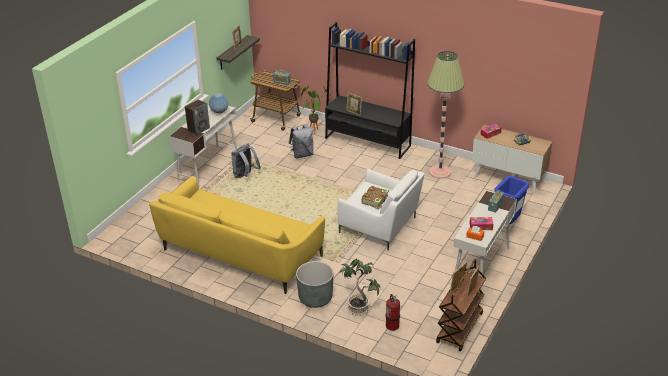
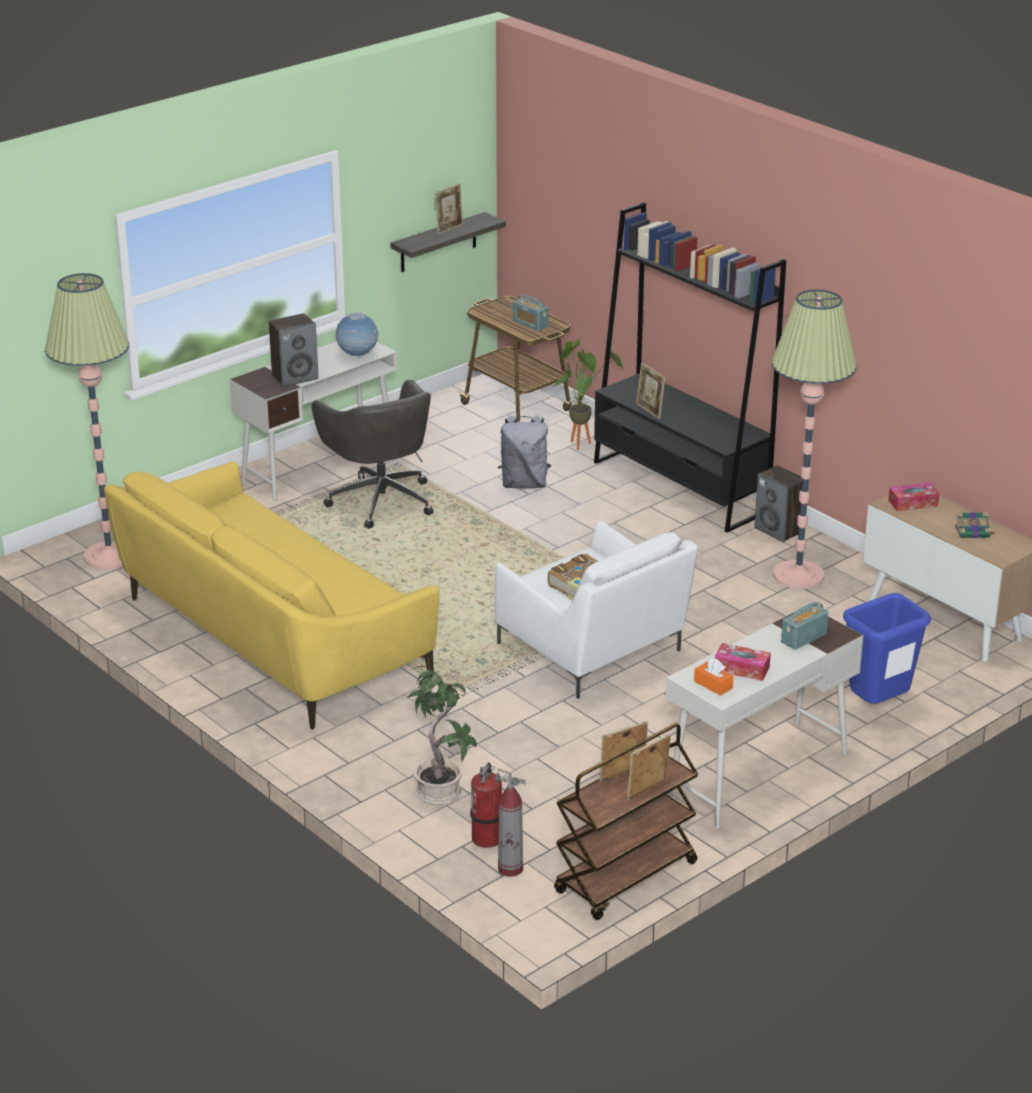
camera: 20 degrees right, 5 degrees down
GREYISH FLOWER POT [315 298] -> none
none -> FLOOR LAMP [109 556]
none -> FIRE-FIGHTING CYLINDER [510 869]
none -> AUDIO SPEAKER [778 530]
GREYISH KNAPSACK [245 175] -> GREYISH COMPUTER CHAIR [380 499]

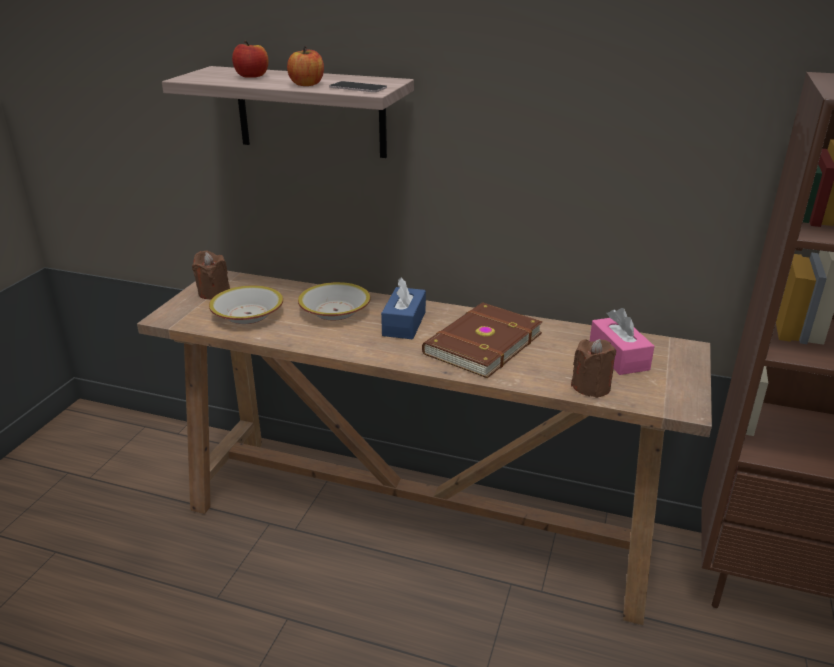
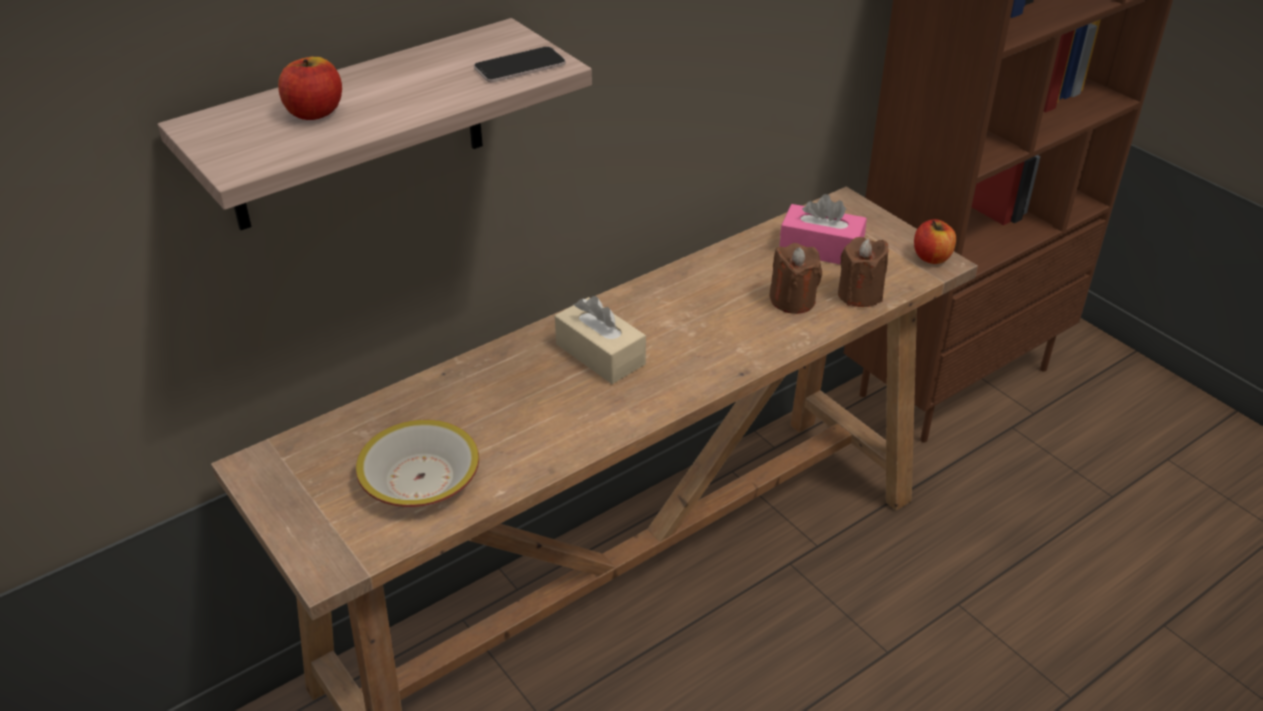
camera: 55 degrees left, 10 degrees up
BOWL [335 311] -> none
BROWN BOUND BOOK [481 343] -> none
BROWN WAX CANDLE [213 292] -> BROWN WAX CANDLE [792 300], relocated
APPLE FRUIT [307 84] -> APPLE FRUIT [932 257], relocated
BLUISH BOX OF TISSUES [404 323] -> BEIGE BOX OF TISSUES [600 354]

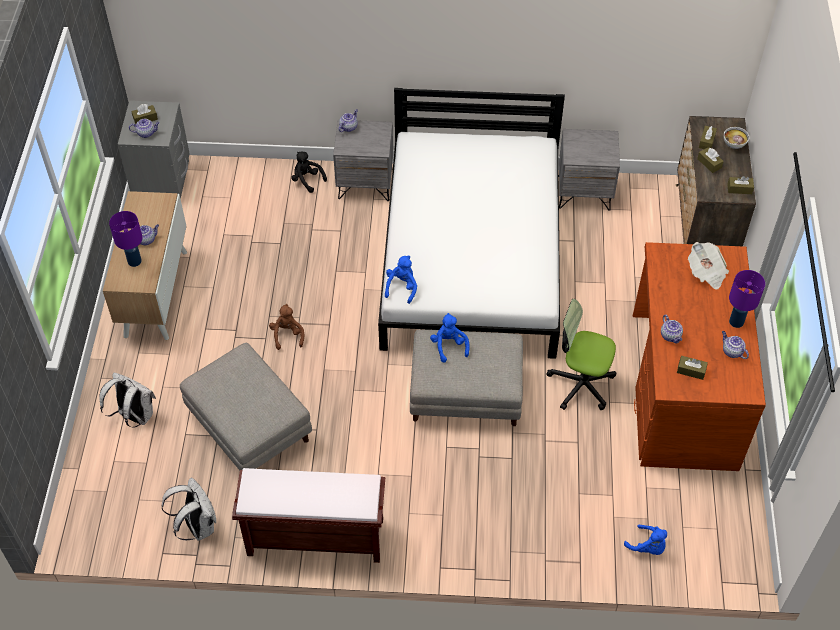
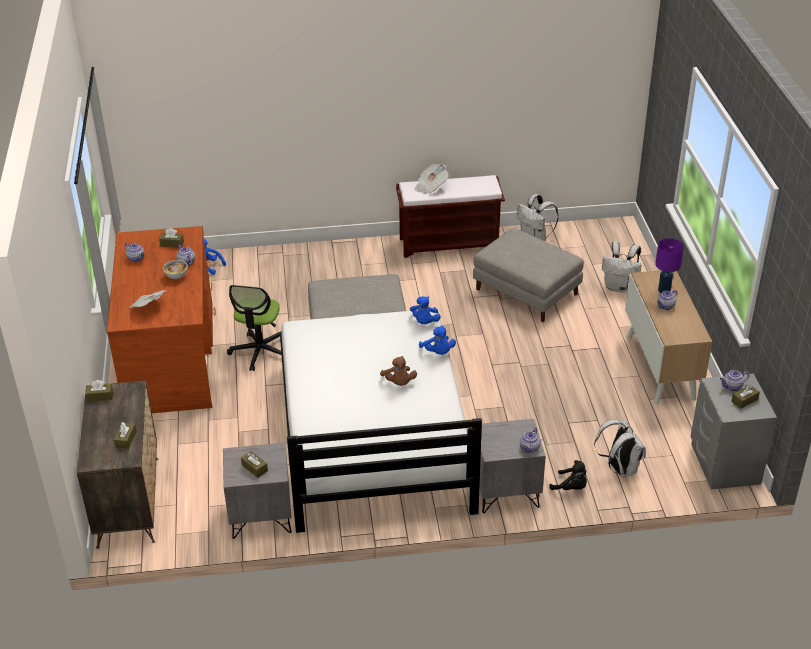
camera: 170 degrees right, 15 degrees down
PURPLE-COLOURED LAMP FOR A TABLE [736 322] -> none
none -> PRINTED PAPER [430 187]
none -> WHITISH KNAPSACK [619 468]
BROWN CUDDLY TOY [287 335] -> BROWN CUDDLY TOY [399 383], relocated
BLUISH CUDDLY TOY [449 346] -> BLUISH CUDDLY TOY [438 352], relocated
BROWN BOX OF TISSUES [709 163] -> BROWN BOX OF TISSUES [254 468], relocated
BOWL [733 144] -> BOWL [177 276], relocated
COMPUTER CHAIR [581 384] -> COMPUTER CHAIR [260 351], 90 degrees clockwise

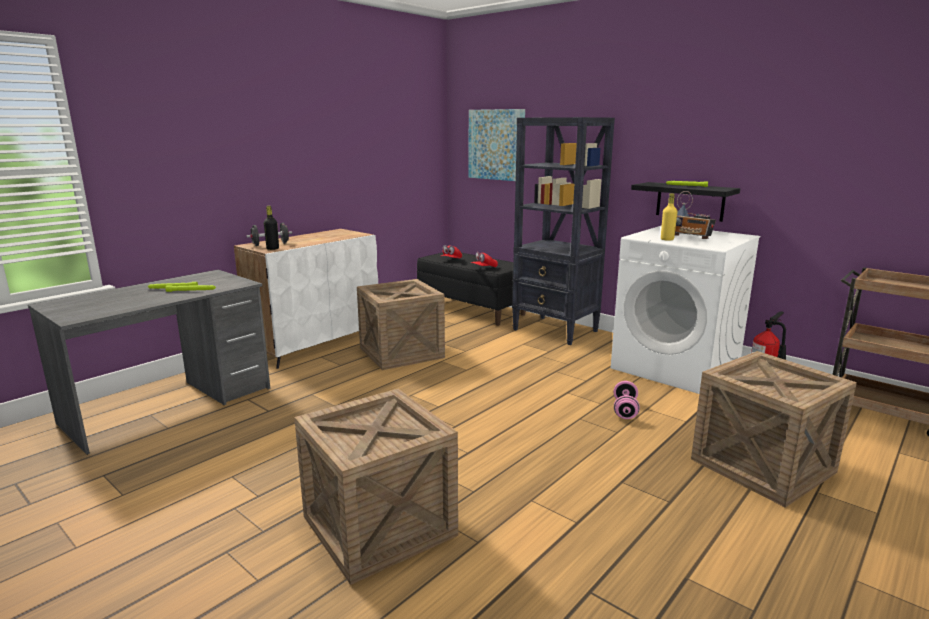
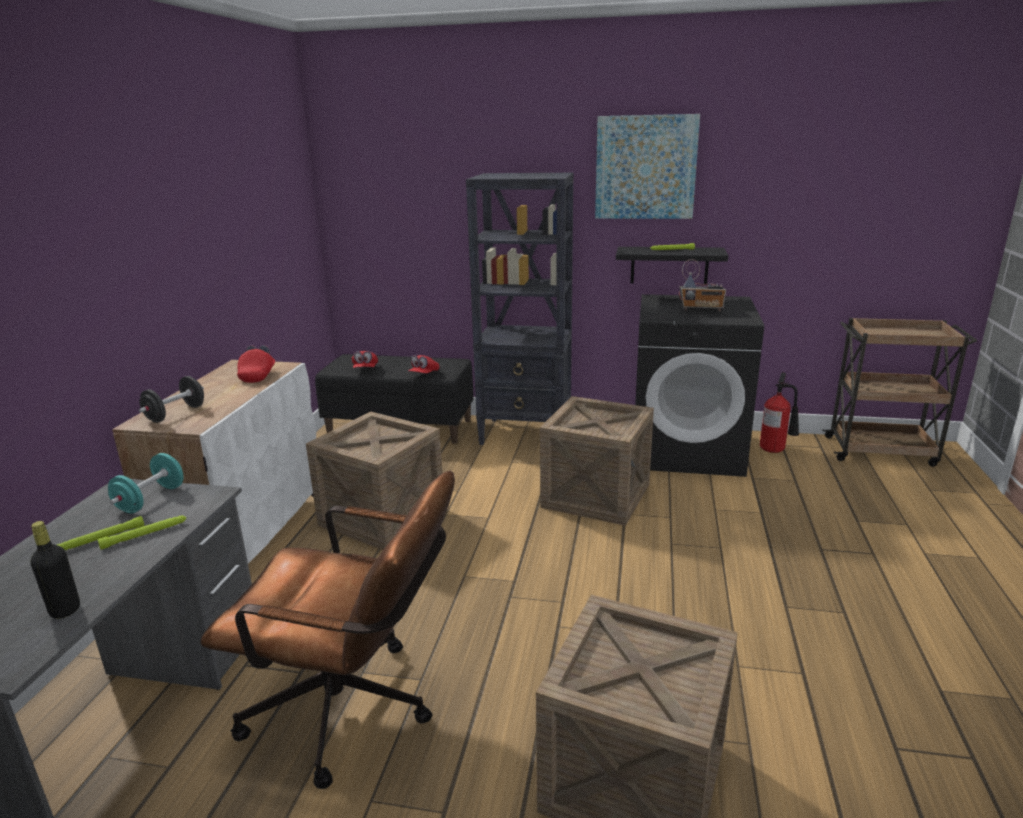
camera: 30 degrees left, 5 degrees up
PINKISH DUMBBELL [625 410] -> none
YELLOW BEVERAGE BOTTLE [667 239] -> none
none -> BLUE-GREEN DUMBBELL [150 499]
none -> BROWN COMPUTER CHAIR [354 711]
none -> RED-COLOURED PEAKED CAP [258 375]
BLACK-COLOURED BEVERAGE BOTTLE [272 248] -> BLACK-COLOURED BEVERAGE BOTTLE [65 610], relocated
WALL ART [496 144] -> WALL ART [645 167], relocated
CRATE [762 465] -> CRATE [596 495], relocated
WHITISH LAUNDRY APPLIANCE [676 368] -> BLACK-COLOURED LAUNDRY APPLIANCE [687 450]

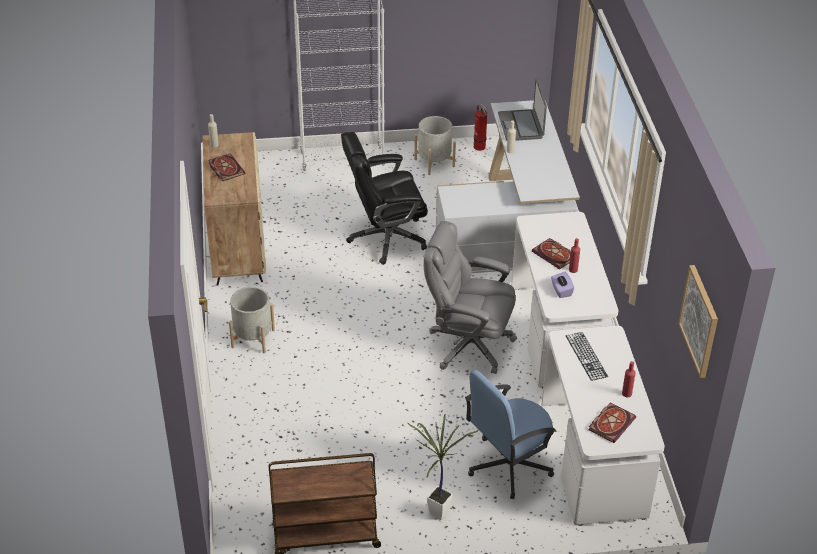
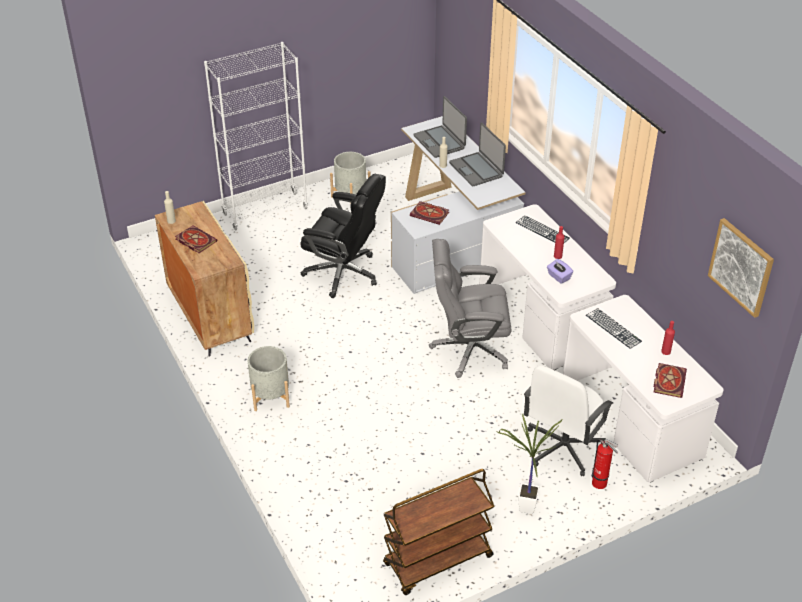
camera: 20 degrees left, 0 degrees up
none -> LAPTOP [476 170]
none -> COMPUTER KEYBOARD [542 230]
FIRE-FIGHTING CYLINDER [480 148] -> FIRE-FIGHTING CYLINDER [601 484], relocated
BOUND BOOK [555 255] -> BOUND BOOK [430 214], relocated
BLUISH COMPUTER CHAIR [508 466] -> WHITISH COMPUTER CHAIR [562 447]
BLACK-COLOURED COMPUTER CHAIR [385 238] -> BLACK-COLOURED COMPUTER CHAIR [344 273], 120 degrees counterclockwise

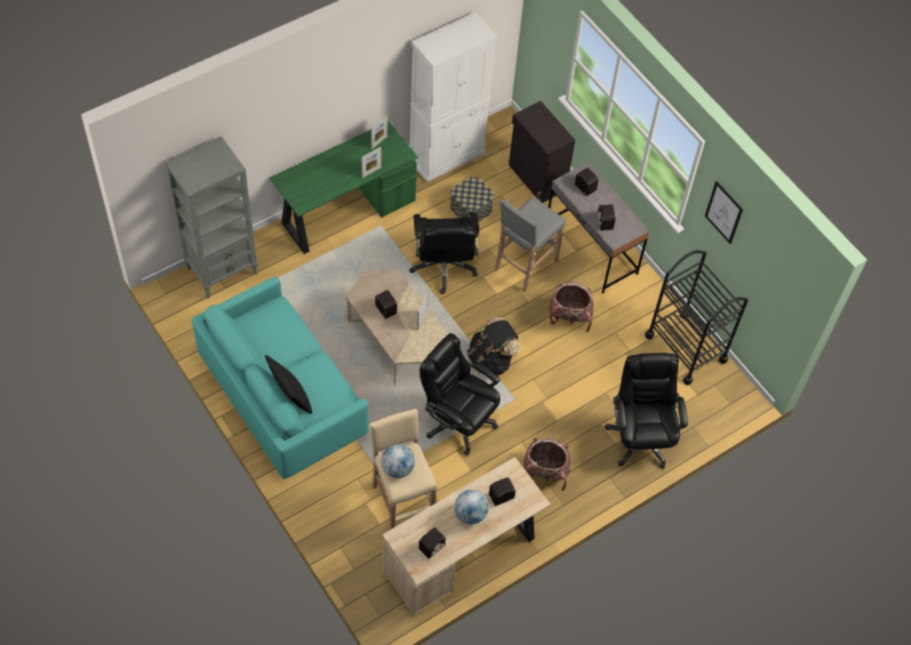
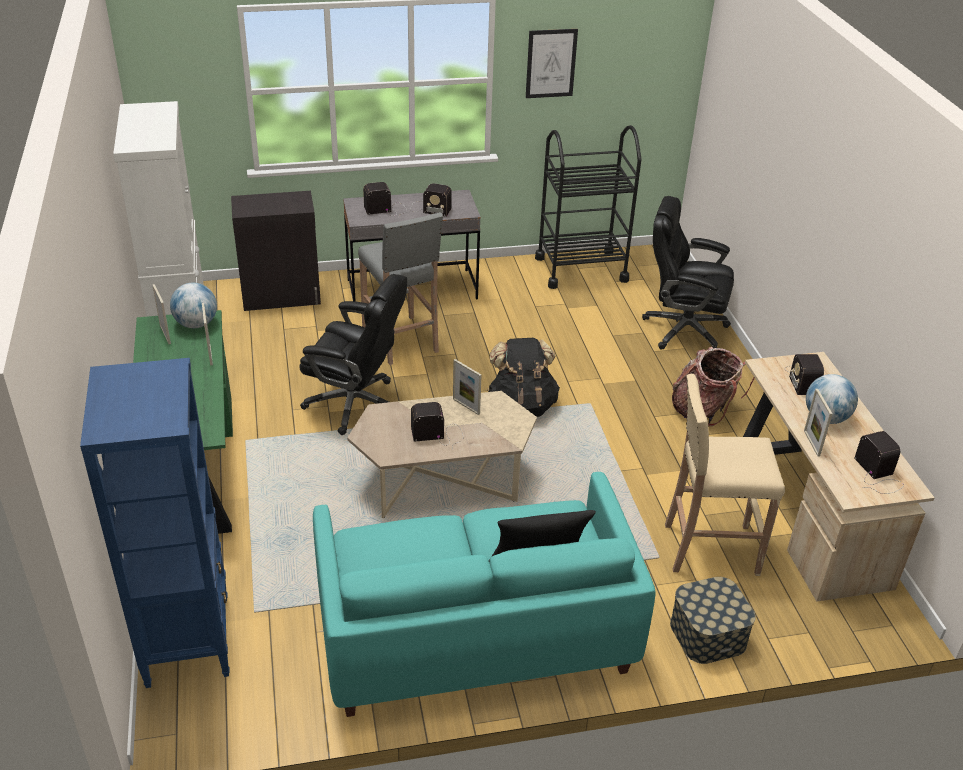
camera: 65 degrees left, 20 degrees down
BLACK-COLOURED COMPUTER CHAIR [458 420] -> none
KNAPSACK [569 317] -> none
none -> PICTURE FRAME [811 443]
WORLD GLOBE [397 468] -> WORLD GLOBE [196 324], relocated
STORAGE BOX [471 208] -> STORAGE BOX [708 634], relocated
GREYISH SHELVING UNIT [222 271] -> BLUISH SHELVING UNIT [188 640]

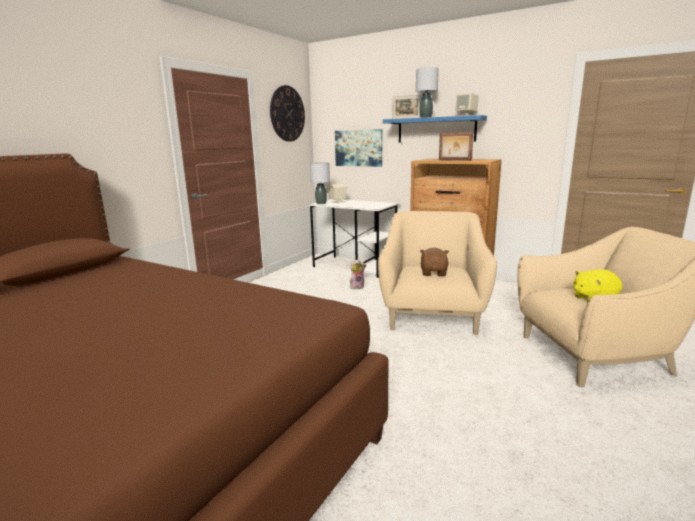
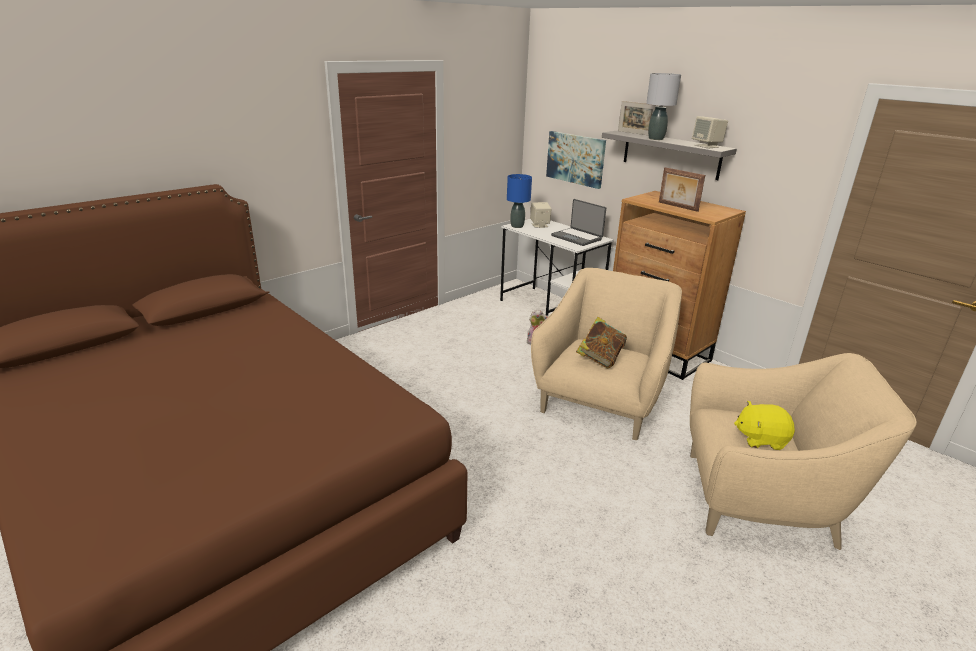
camera: 15 degrees right, 10 degrees up
CLOCK ON THE WALL [287 114] -> none
none -> LAPTOP [577 237]
BROWN CUDDLY TOY [434 273] -> BOUND BOOK [600 358]
GREYISH LAMP FOR A TABLE [321 203] -> BLUISH LAMP FOR A TABLE [517 226]
BLUISH BRACKET SHELF [436 130] -> GREYISH BRACKET SHELF [671 154]

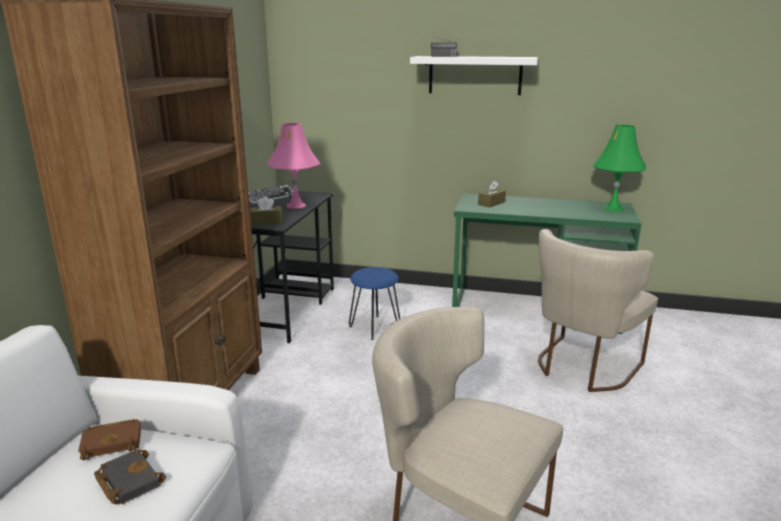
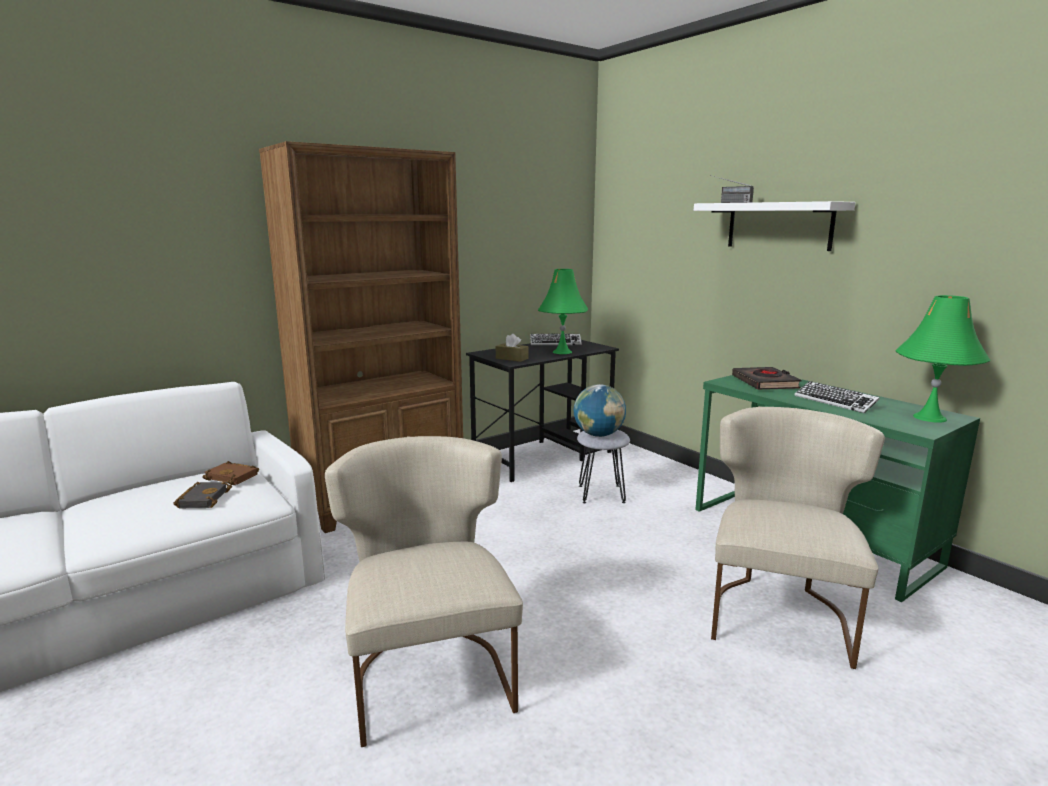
camera: 40 degrees right, 5 degrees down
none -> WORLD GLOBE [598 435]
none -> COMPUTER KEYBOARD [835 402]
BROWN BOX OF TISSUES [491 203] -> BLACK-COLOURED BOUND BOOK [765 383]
PINKISH LAMP FOR A TABLE [296 205] -> GREEN-COLOURED LAMP FOR A TABLE [562 352]
BLUISH STOOL [375 327] -> GREYISH STOOL [601 494]
BEIGE UPRIGHT CHAIR [583 368] -> BEIGE UPRIGHT CHAIR [778 612], 120 degrees clockwise

